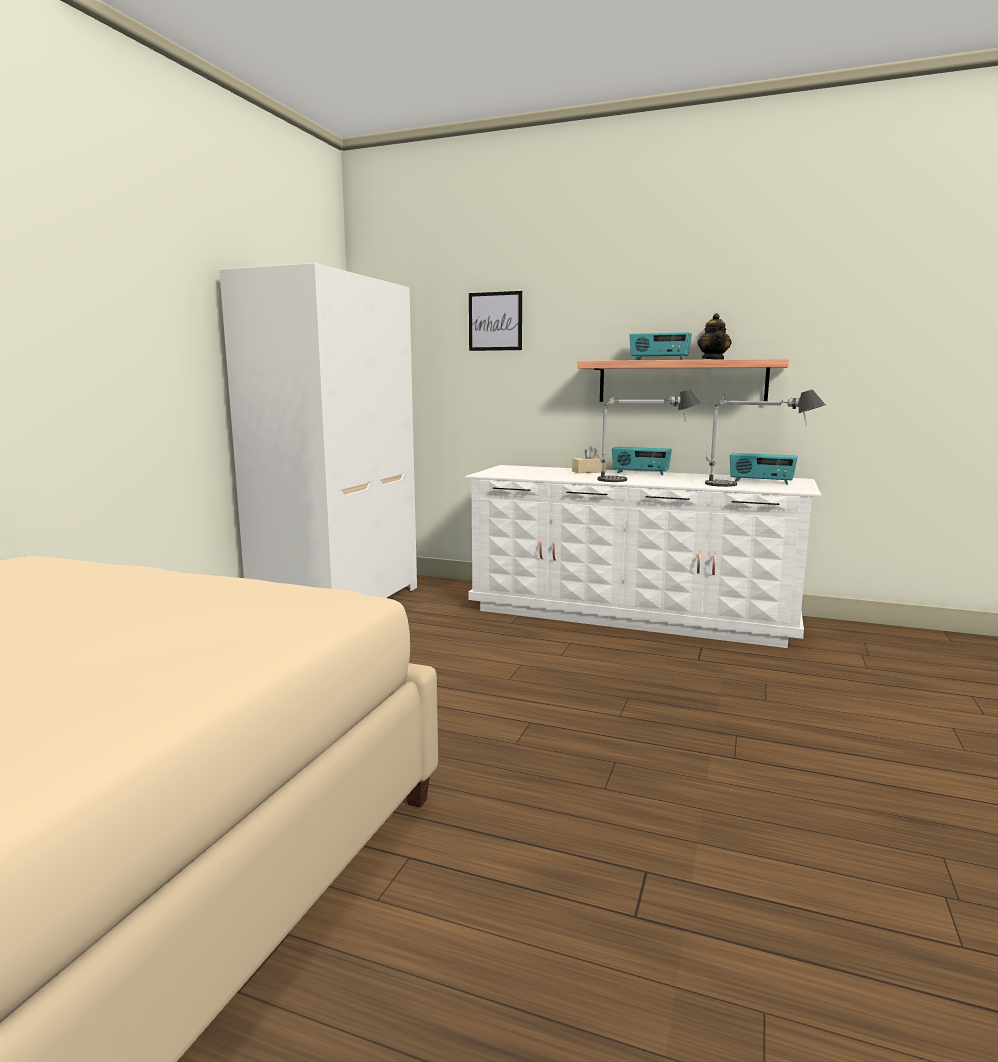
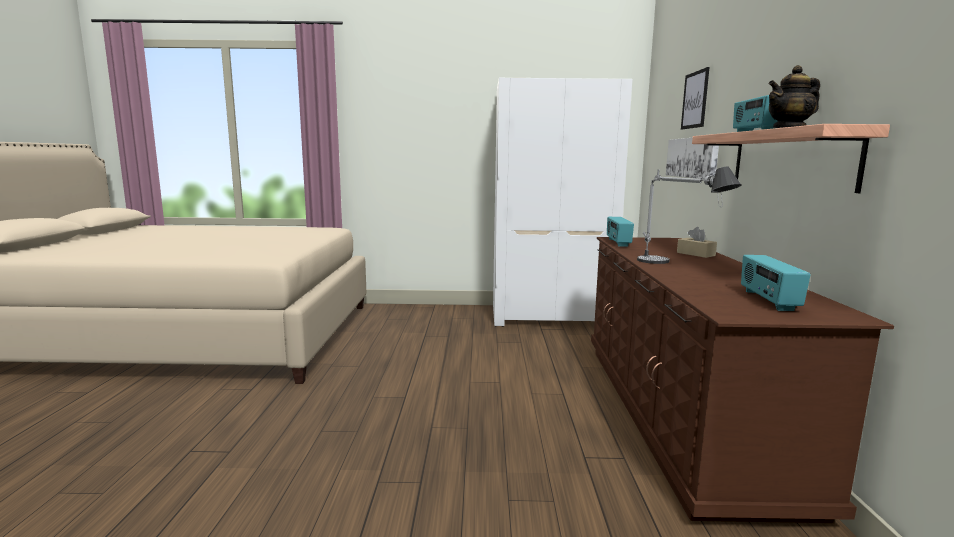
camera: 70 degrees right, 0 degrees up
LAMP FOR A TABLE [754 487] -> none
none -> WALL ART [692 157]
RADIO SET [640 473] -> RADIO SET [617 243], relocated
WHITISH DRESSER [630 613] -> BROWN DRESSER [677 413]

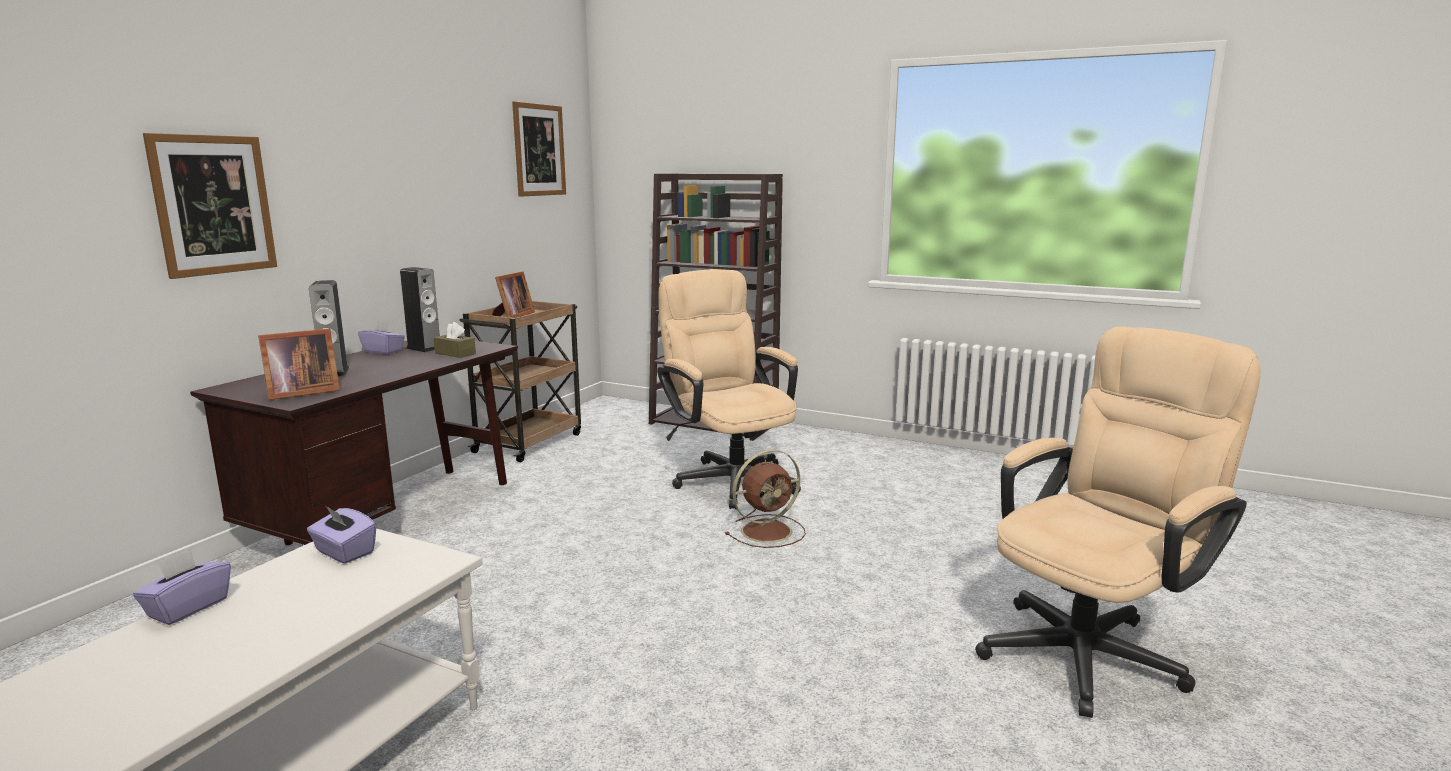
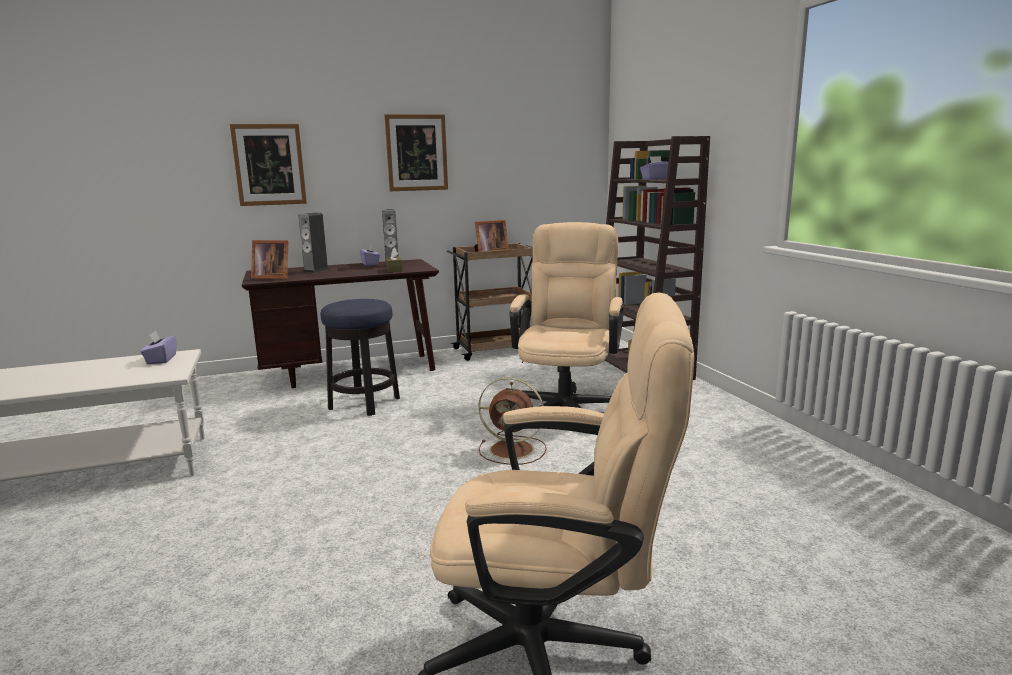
camera: 45 degrees right, 0 degrees up
none -> STOOL [364 404]
PURPLE-COLOURED BOX OF TISSUES [188 608] -> PURPLE-COLOURED BOX OF TISSUES [655 179], relocated
WALL ART [539 150] -> WALL ART [416 153], relocated

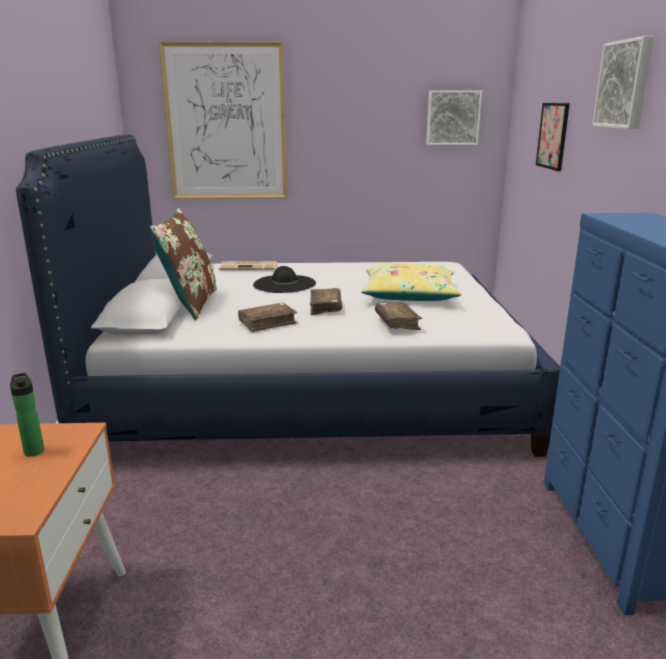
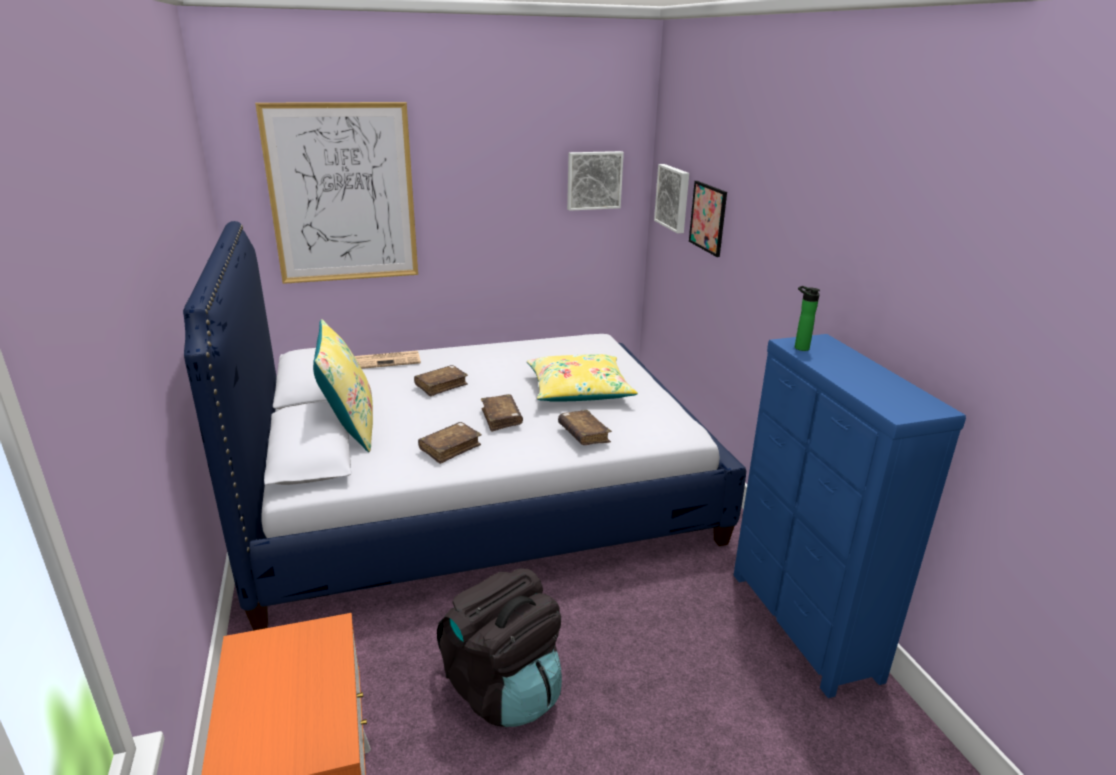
camera: 15 degrees left, 5 degrees up
none -> BLACK-COLOURED KNAPSACK [503 688]
BEVERAGE BOTTLE [34 450] -> BEVERAGE BOTTLE [799 347], relocated
WALL ART [625 84] -> WALL ART [674 197], relocated
BLACK-COLOURED CLOTHING HAT [284 284] -> BROWN BOUND BOOK [441 385]
BROWN THROW PILLOW [190 304] -> YELLOW THROW PILLOW [349 427]

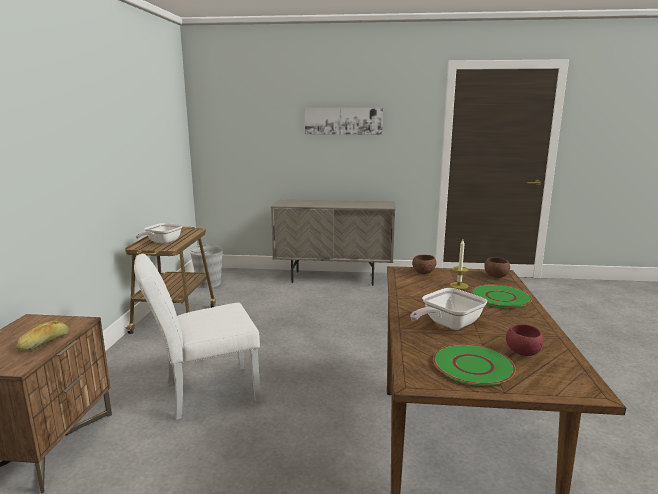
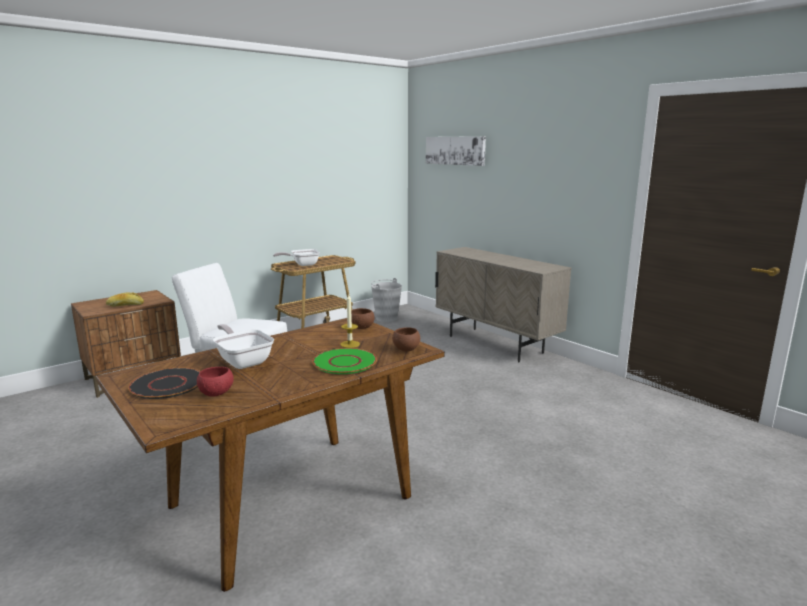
camera: 45 degrees right, 0 degrees up
WALL ART [343 121] -> WALL ART [455 150], relocated
GREEN-COLOURED FLAT DISH [473 366] -> BLACK-COLOURED FLAT DISH [168 384]
PAN [447 325] -> PAN [243 361], 45 degrees clockwise

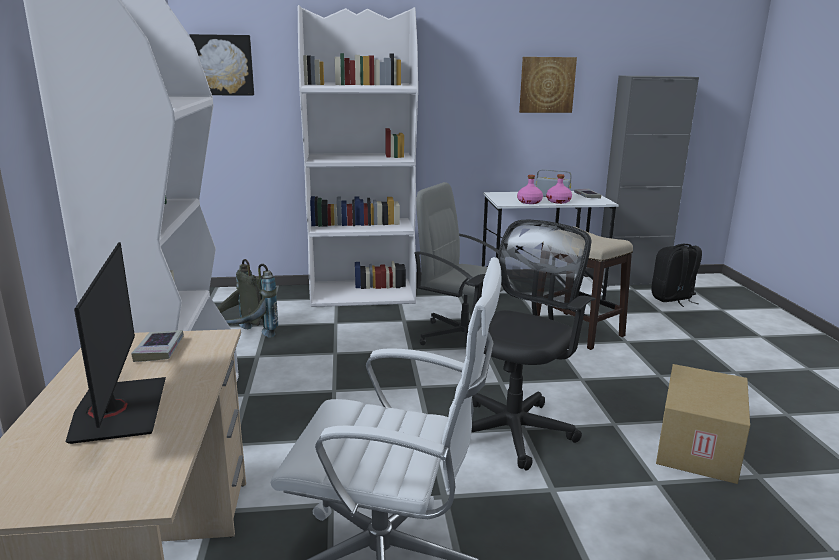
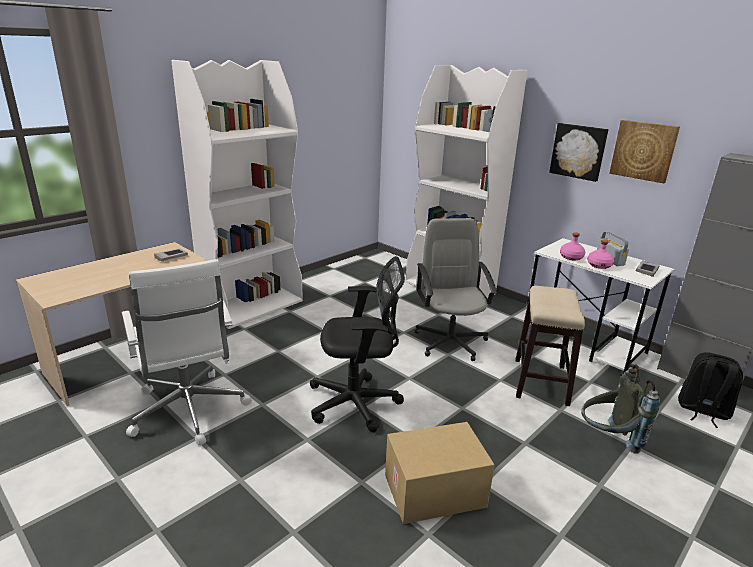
camera: 50 degrees right, 5 degrees up
COMPUTER DISPLAY [118 410] -> none
WALL ART [223 65] -> WALL ART [578 151], relocated
GREYISH KNAPSACK [246 338] -> GREYISH KNAPSACK [607 439], relocated

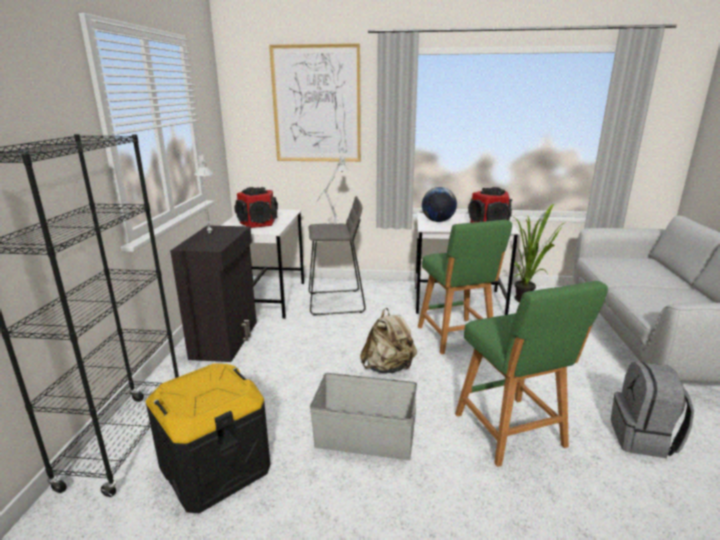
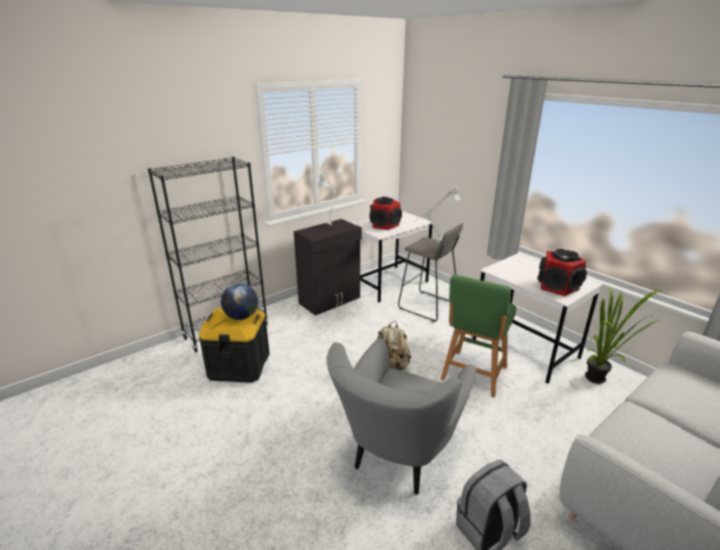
camera: 45 degrees right, 5 degrees up
WALL ART [316 105] -> none
GREYISH STORAGE BOX [364 437] -> none
WORLD GLOBE [438 221] -> WORLD GLOBE [241 317], relocated
GREEN-COLOURED STOOL [512 433] -> GREYISH LOUNGE CHAIR [398 455]

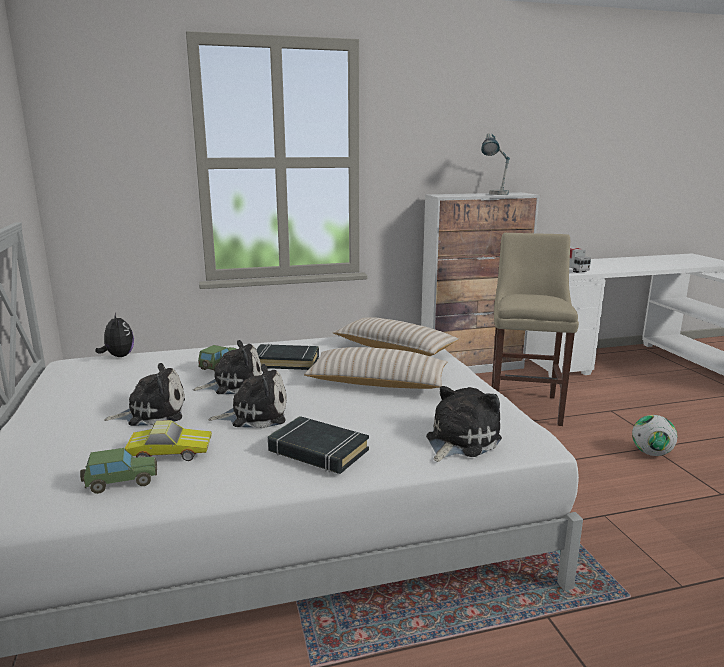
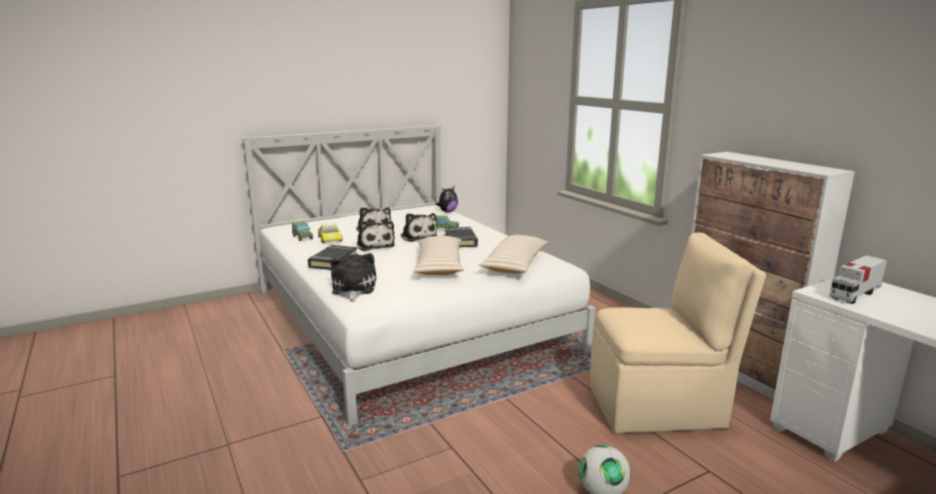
camera: 75 degrees right, 0 degrees up
LAMP FOR A TABLE [494 194] -> none
BEIGE STOOL [524 406] -> BEIGE UPRIGHT CHAIR [659 406]
CUDDLY TOY [459 440] -> CUDDLY TOY [353 289], 120 degrees counterclockwise

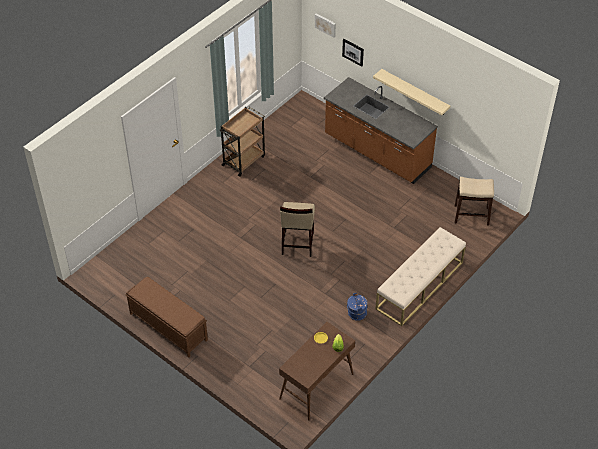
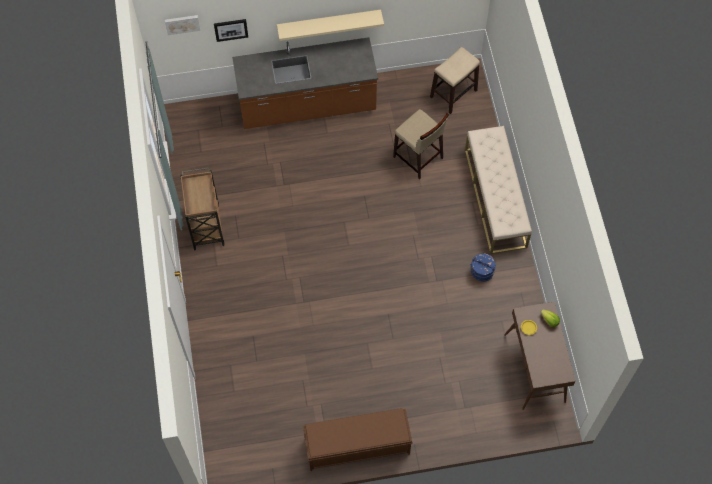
camera: 50 degrees left, 15 degrees up
BEIGE STOOL [297 244] -> BEIGE STOOL [418 158], relocated

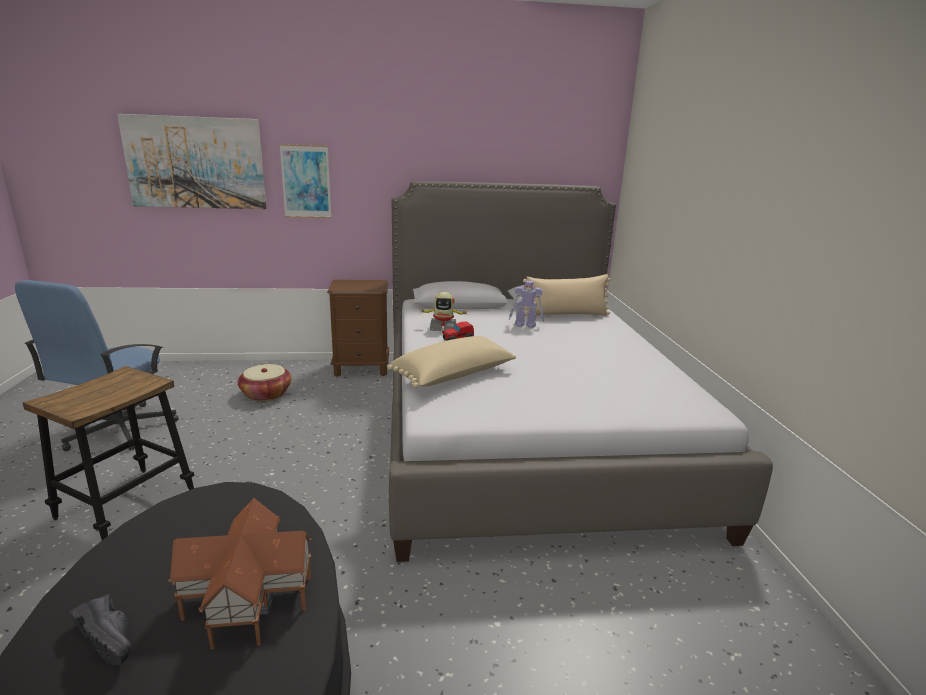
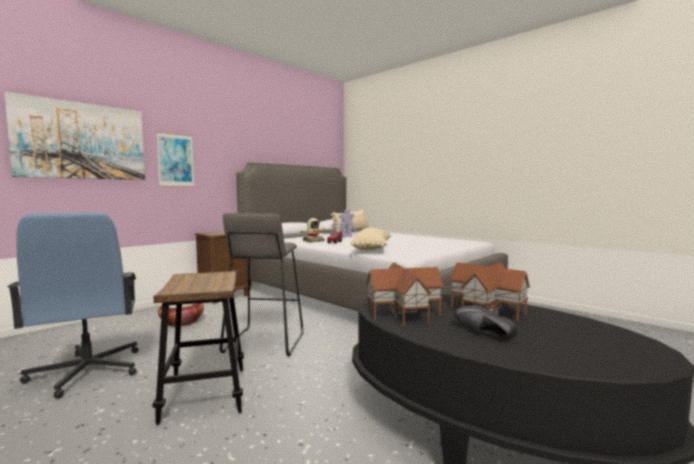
camera: 40 degrees left, 15 degrees down
none -> GREYISH STOOL [264 342]
none -> MINIATURE HOUSE [402 313]
BLACK-COLOURED SHOE [113 638] -> BLACK-COLOURED SHOE [482 334], 135 degrees counterclockwise

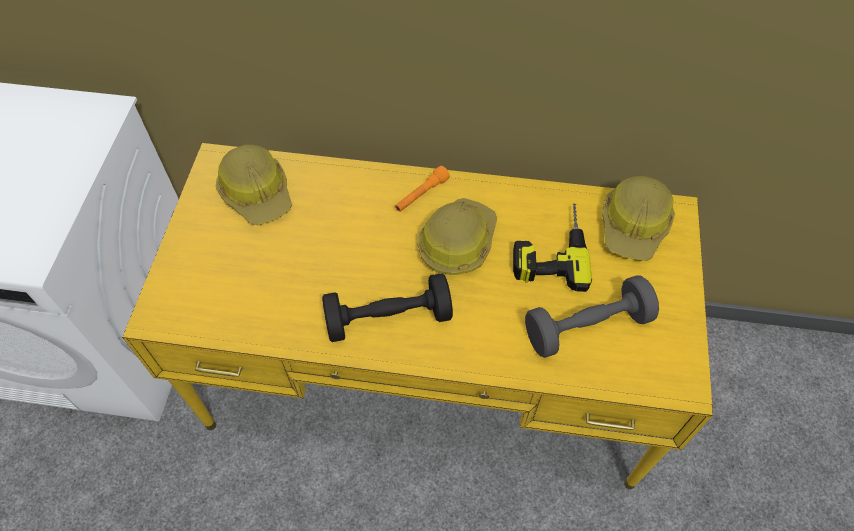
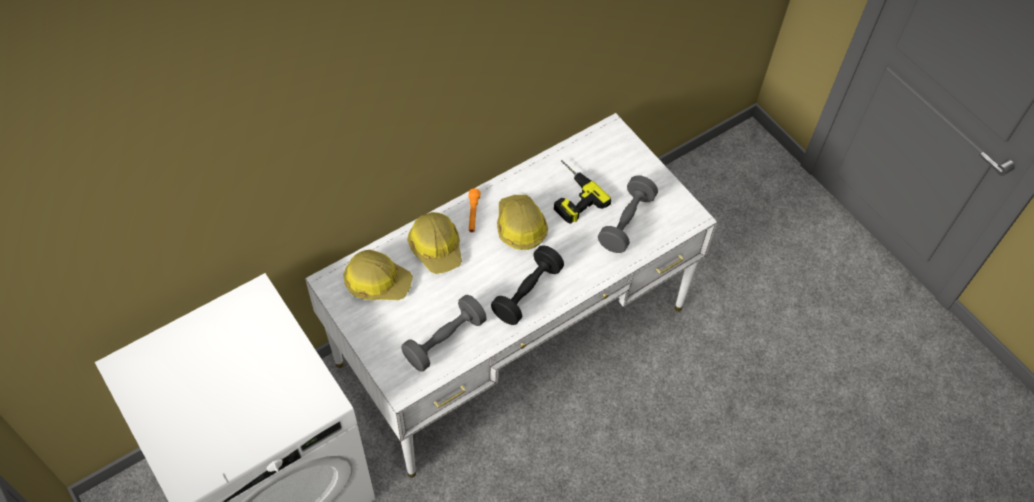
camera: 45 degrees left, 0 degrees up
none -> GREYISH DUMBBELL [444 340]
WORK HELMET [634 225] -> WORK HELMET [436 247], relocated
YELLOW DESK [427 372] -> WHITISH DESK [512 336]

